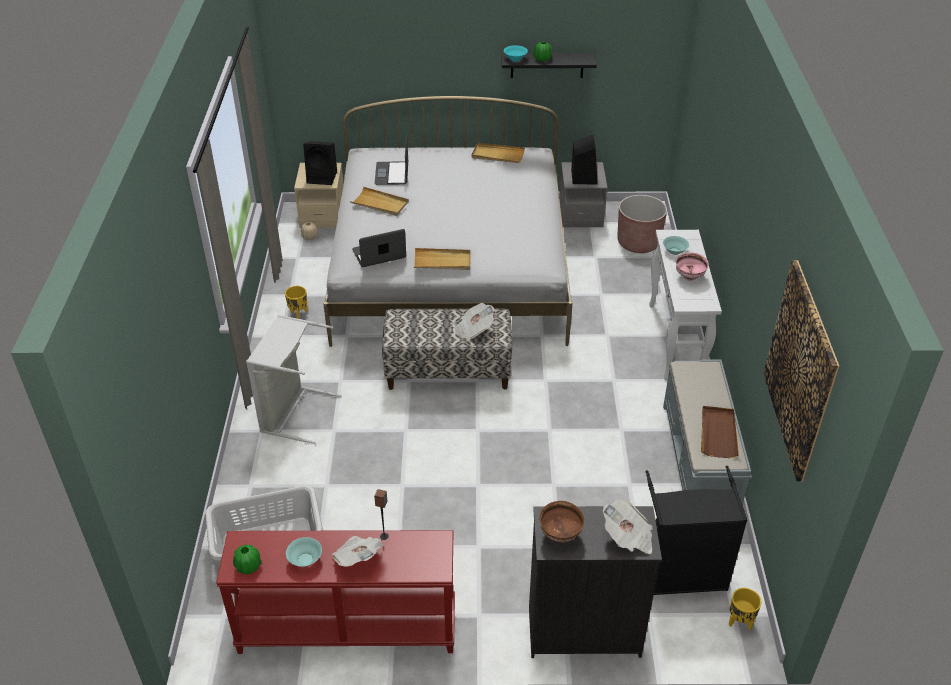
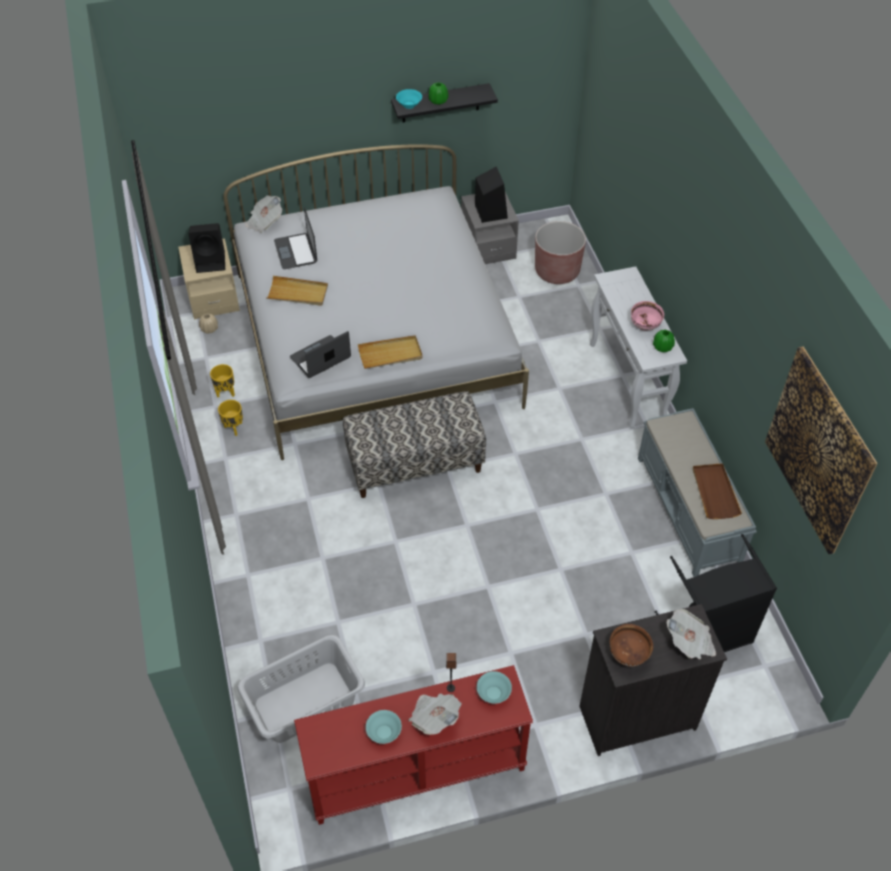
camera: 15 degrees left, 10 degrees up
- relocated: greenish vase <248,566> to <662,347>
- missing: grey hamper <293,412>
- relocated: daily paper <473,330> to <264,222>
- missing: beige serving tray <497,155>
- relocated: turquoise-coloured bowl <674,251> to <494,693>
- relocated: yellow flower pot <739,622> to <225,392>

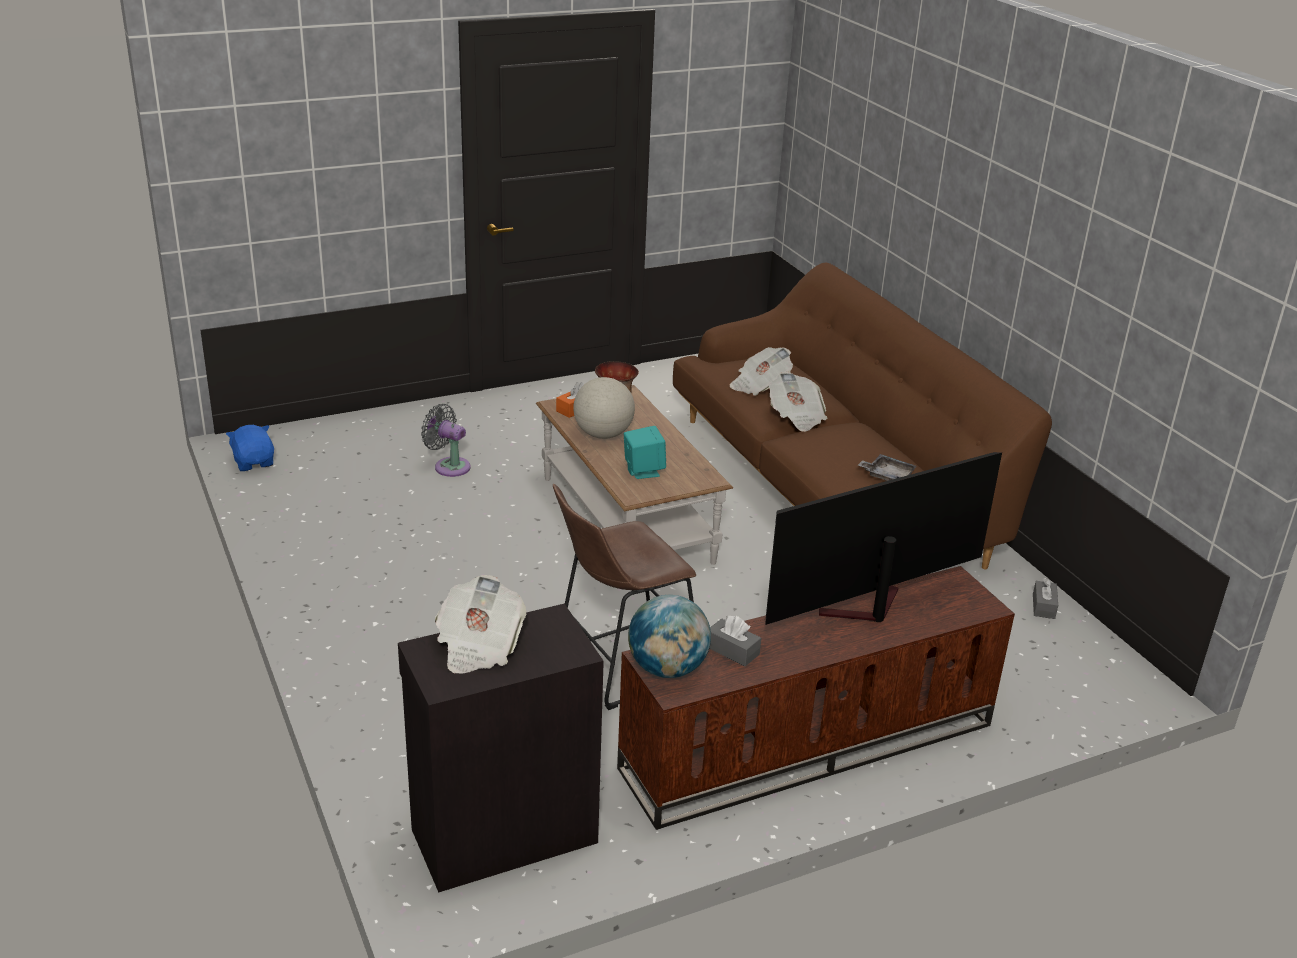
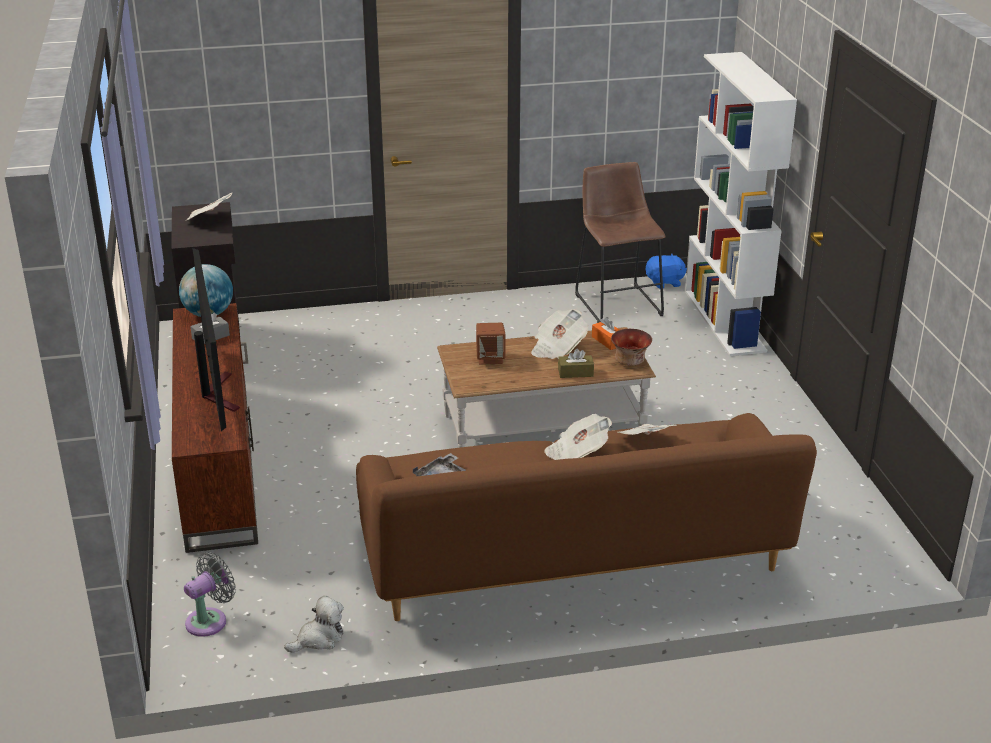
camera: 105 degrees right, 0 degrees up
- relocated: grey cooling fan <449,466> to <210,620>
- relocated: brown stool <620,666> to <617,302>
- exchanged: globe <603,434> to daily paper <557,348>
- colour: turquoise-coloured speaker <643,471> to brown speaker <490,358>
- exchanged: grey tissue box <1043,606> to cuddly toy <319,638>
- appeared: brown tissue box <575,373>
- appeared: whitish bookshelf <725,321>

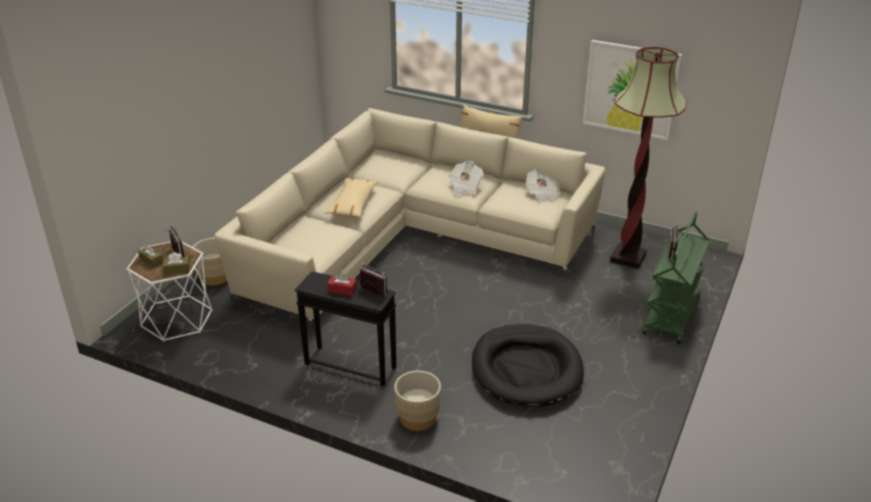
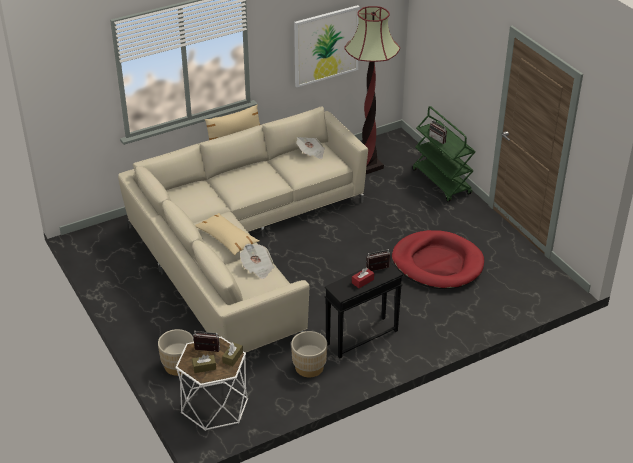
camera: 55 degrees left, 5 degrees up
- relocated: beige flower pot <417,418> to <309,367>
- relocated: daily paper <464,187> to <257,268>
- colour: black pet bed <526,369> to reddish pet bed <437,263>

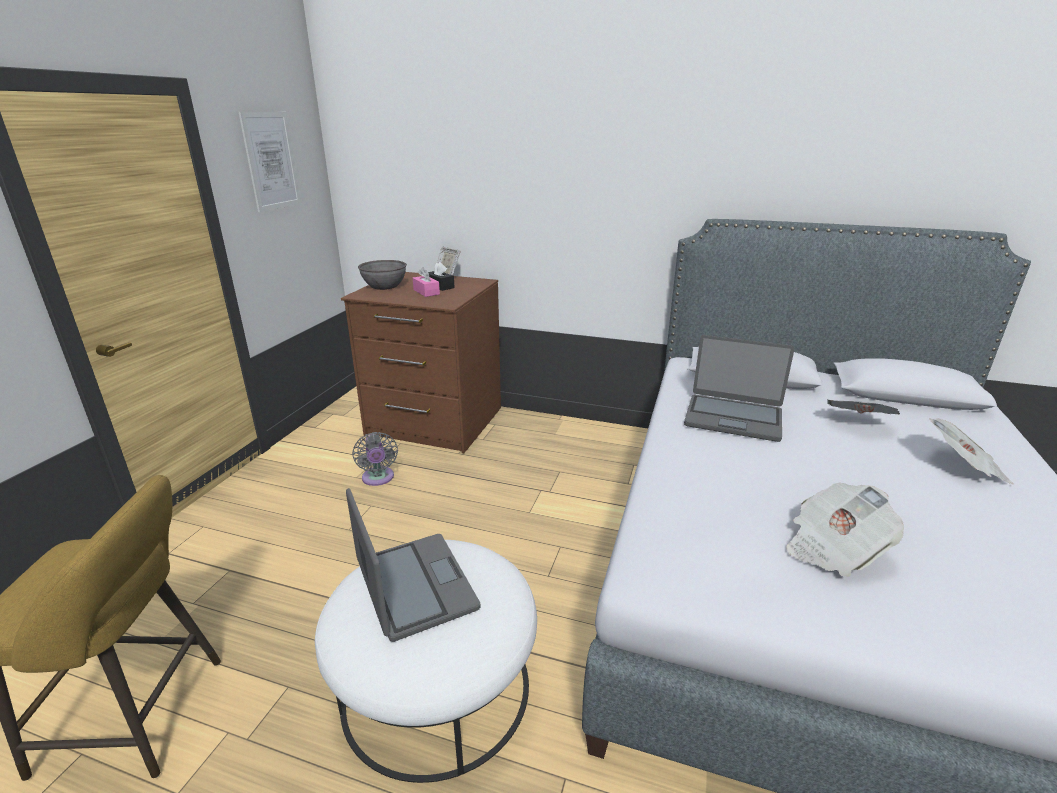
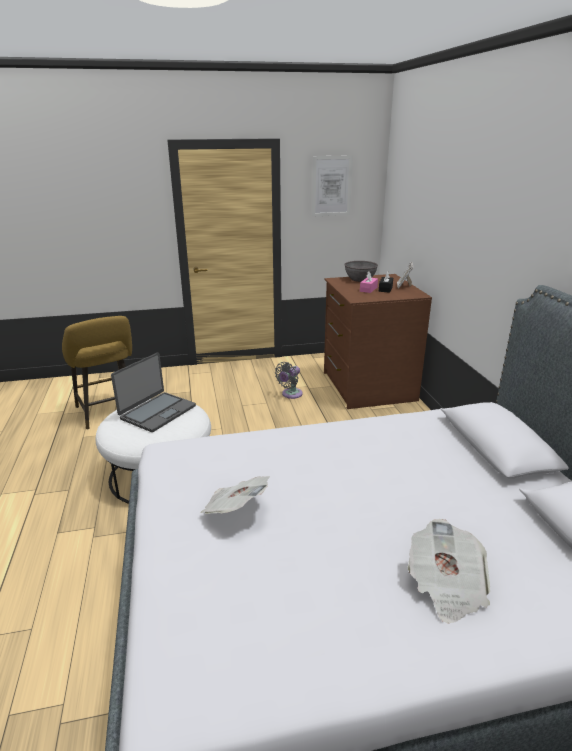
camera: 60 degrees right, 0 degrees up
- missing: notebook computer <733,418>
- missing: daily paper <857,423>

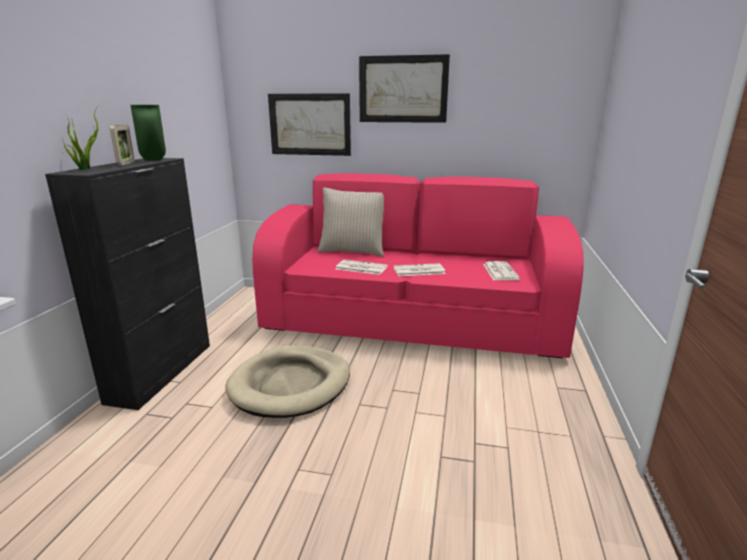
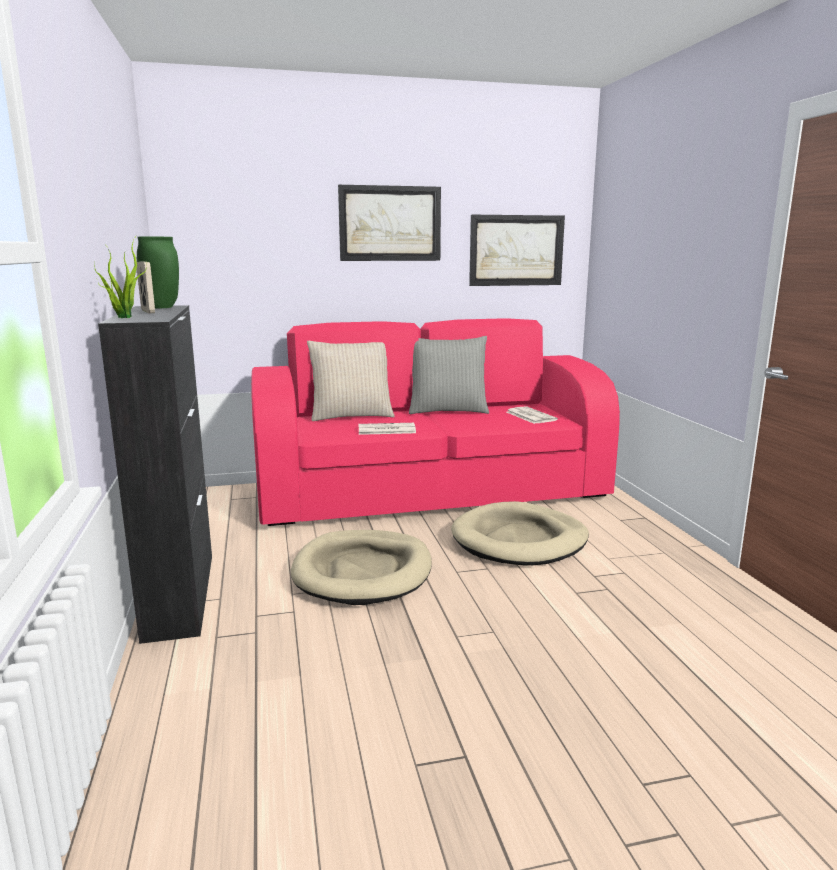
camera: 25 degrees left, 5 degrees down
- relocated: picture <310,124> to <516,250>
- missing: daily paper <418,271>
- appeared: grey pillow <447,411>
- appeared: beige pet bed <519,540>

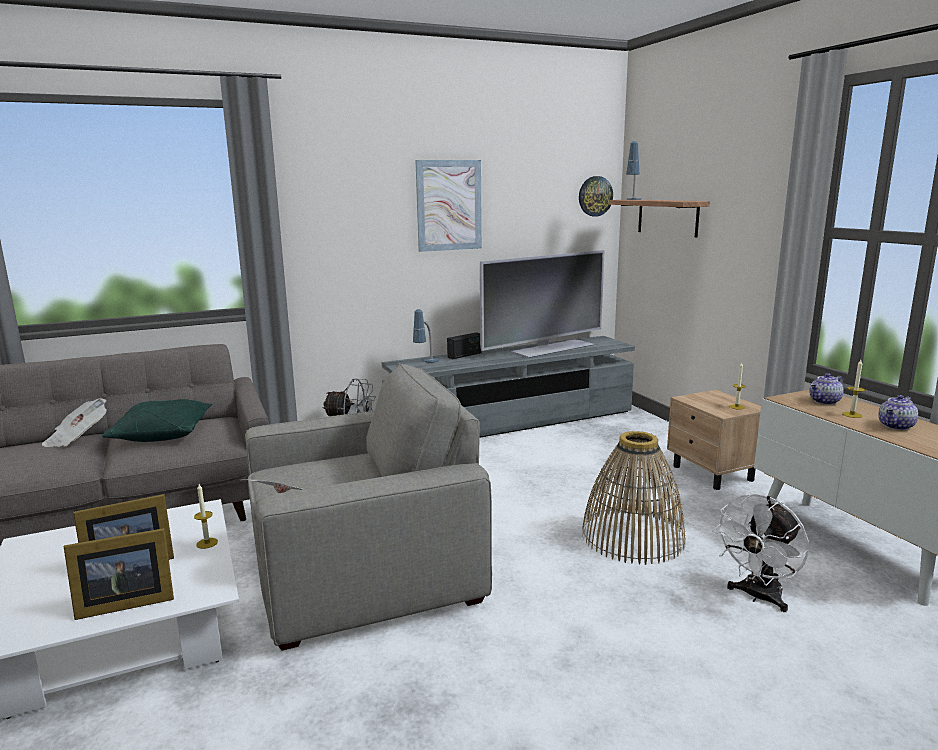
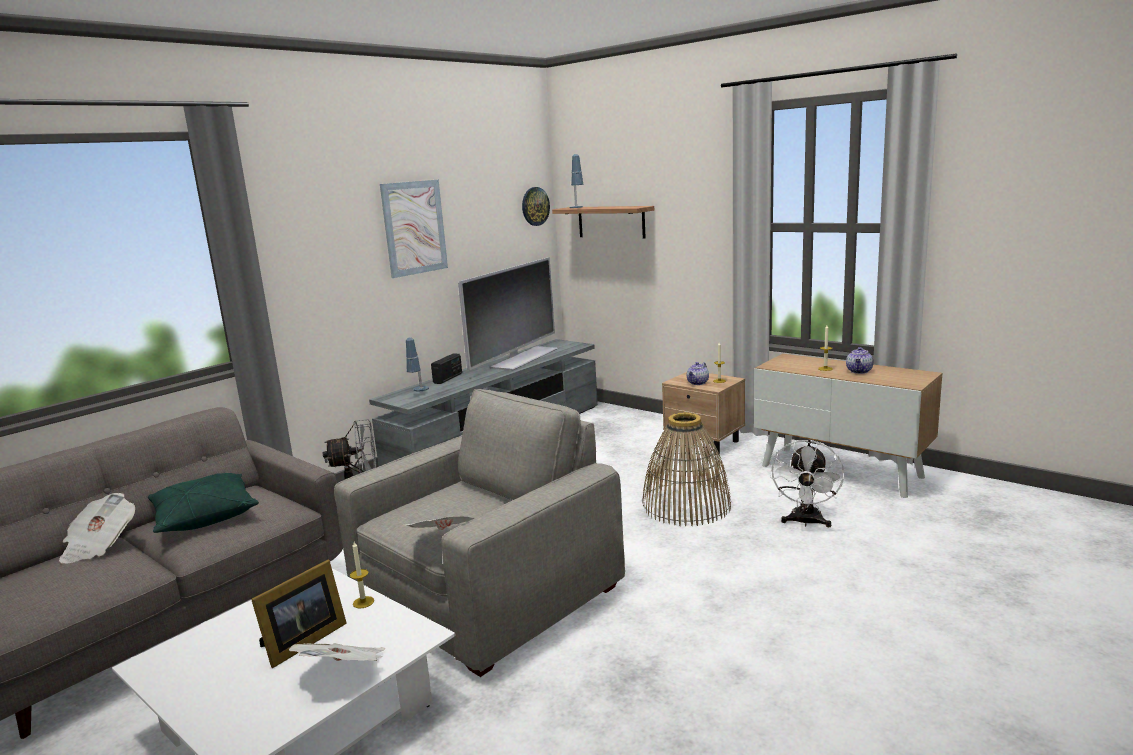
camera: 25 degrees left, 0 degrees up
- exchanged: standing frame <123,603> to daily paper <345,672>
- relocated: tea pot <825,401> to <698,383>

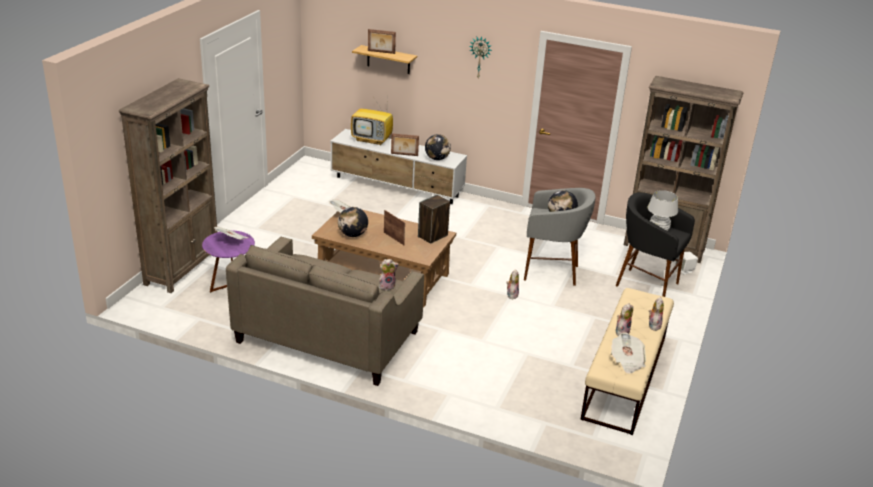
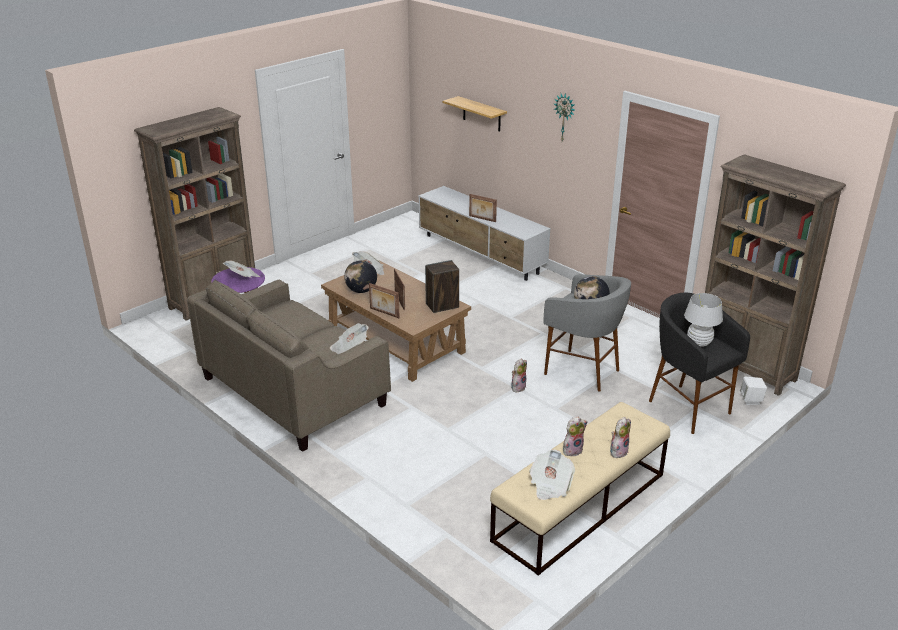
camera: 25 degrees right, 0 degrees up
- missing: TV set <372,140>
- relocated: standing frame <381,52> to <384,313>
- exchanged: cuddly toy <387,286> to daily paper <349,348>
- missing: globe <437,159>

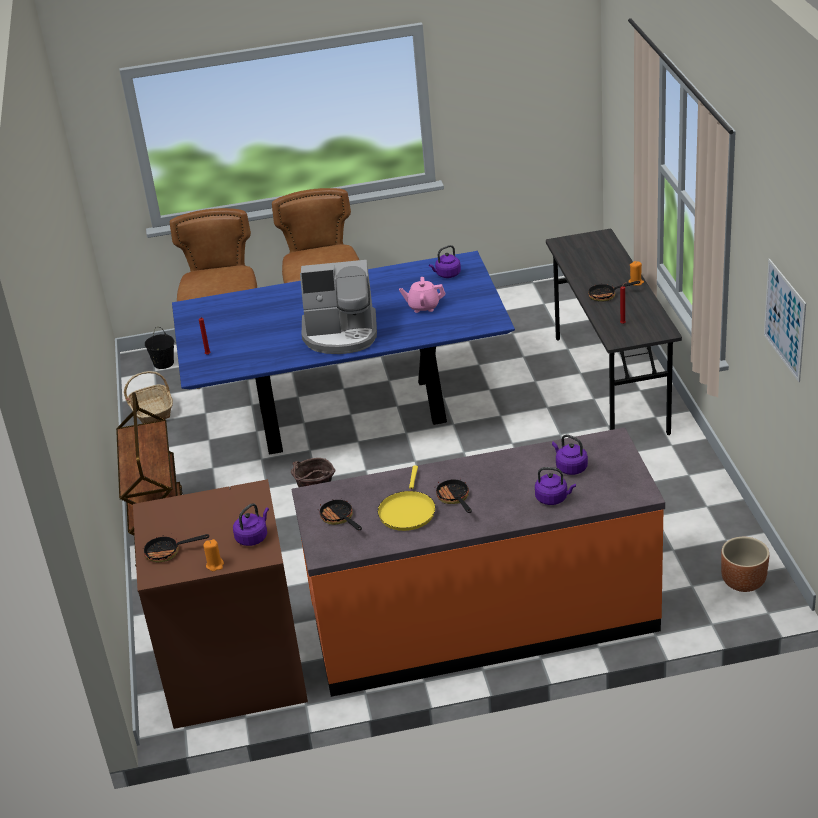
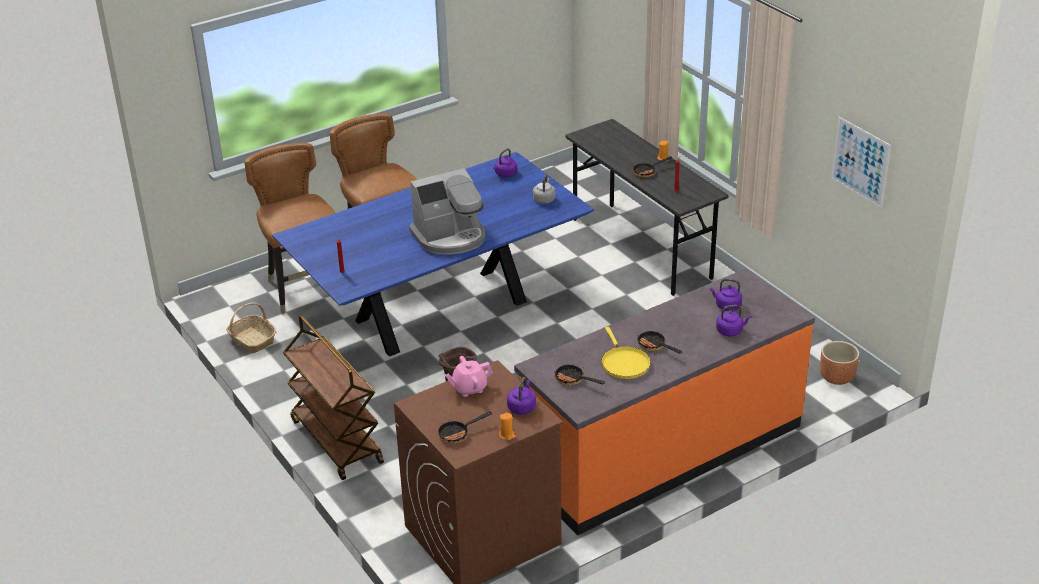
camera: 25 degrees left, 0 degrees up
- missing: black bucket <163,363>
- relocated: pinkish tea pot <423,307> to <469,388>
- appeared: grey kettle <544,199>

